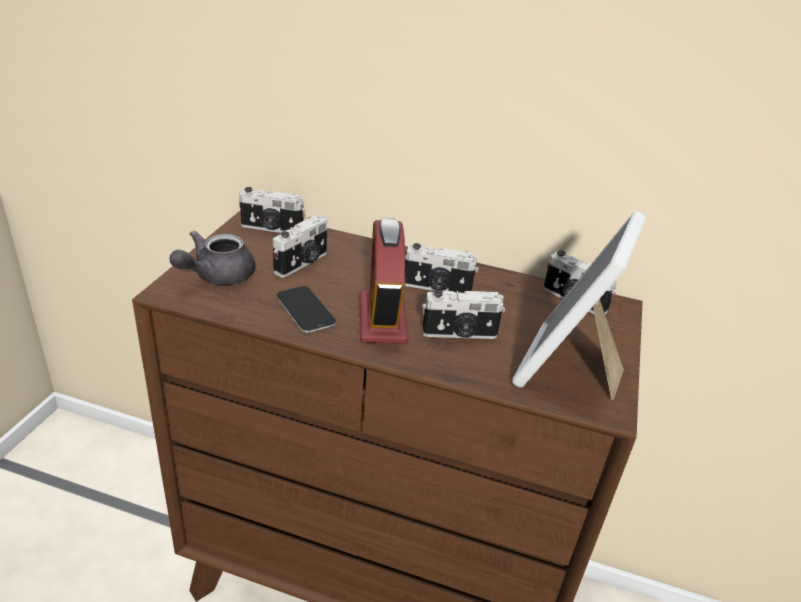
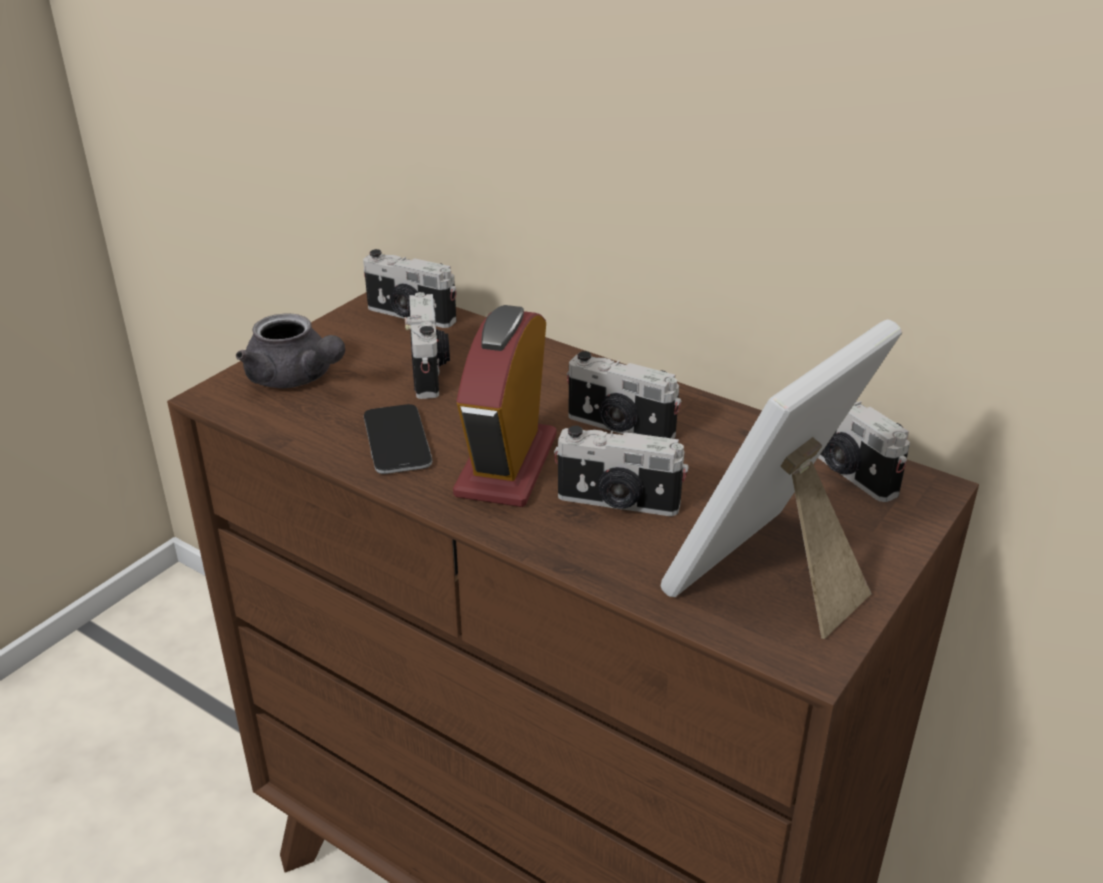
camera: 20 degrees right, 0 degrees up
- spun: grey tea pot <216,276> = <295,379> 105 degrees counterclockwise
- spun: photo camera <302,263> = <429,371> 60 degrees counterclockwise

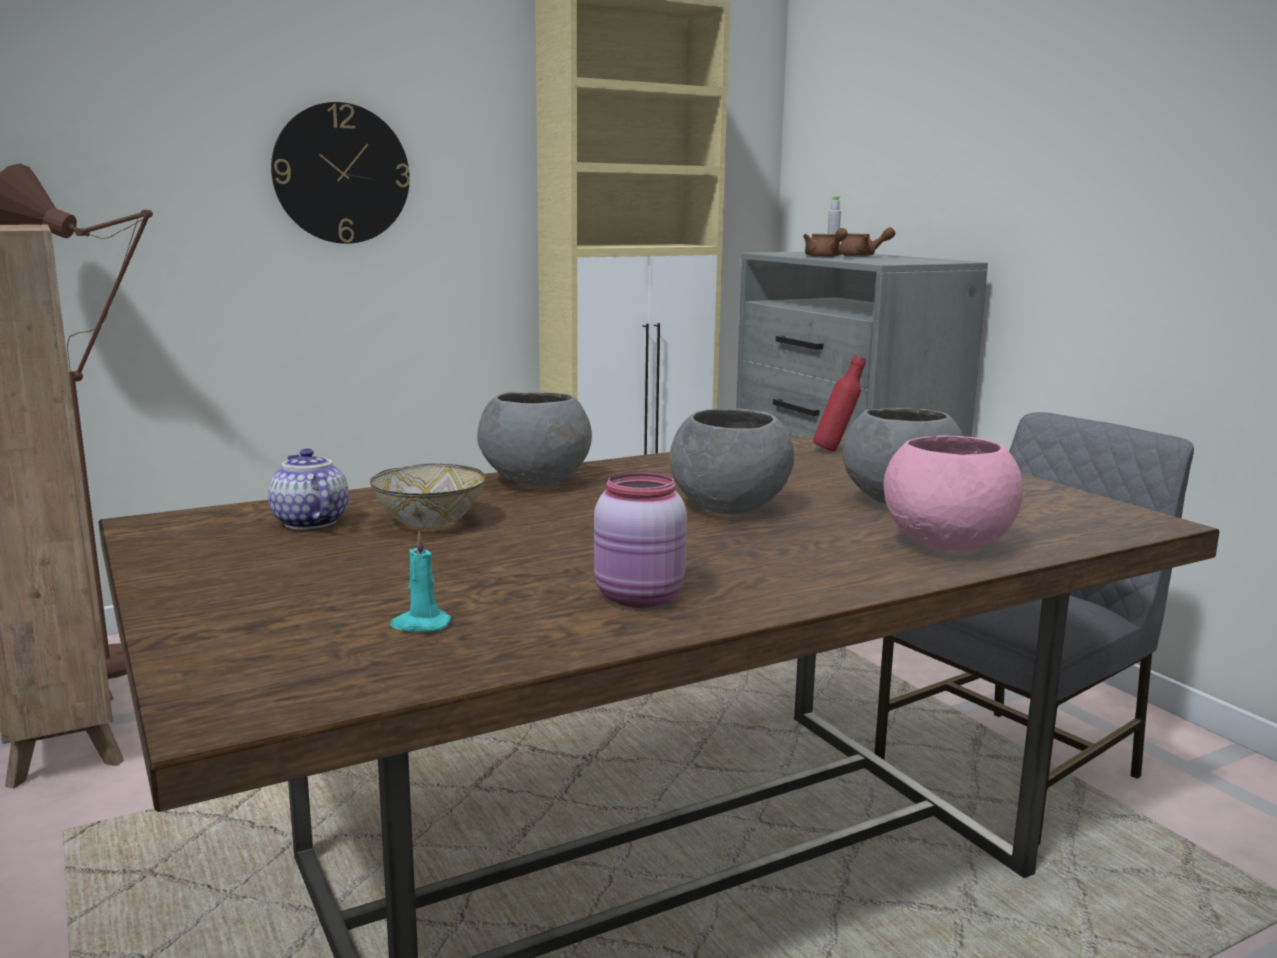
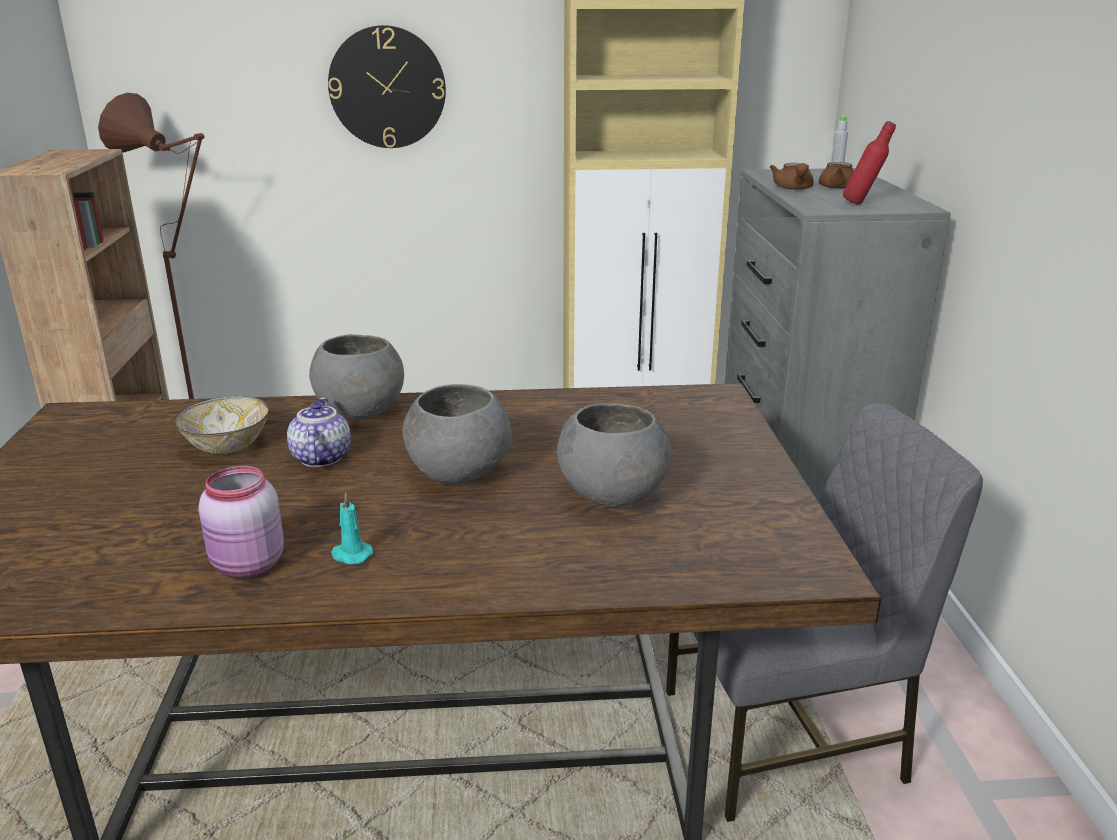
camera: 25 degrees right, 10 degrees up
- relocated: tea pot <308,522> to <320,458>
- relocated: turquoise-coloured wax candle <420,624> to <350,555>
- relocated: reddish drink bottle <836,450> to <862,204>
- missing: pinkish bowl <946,546>

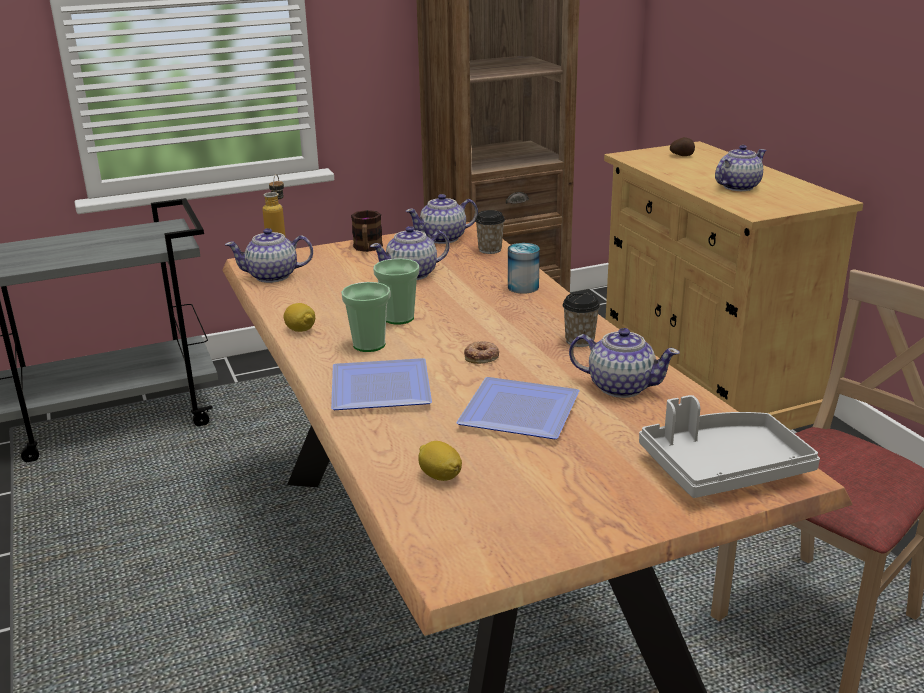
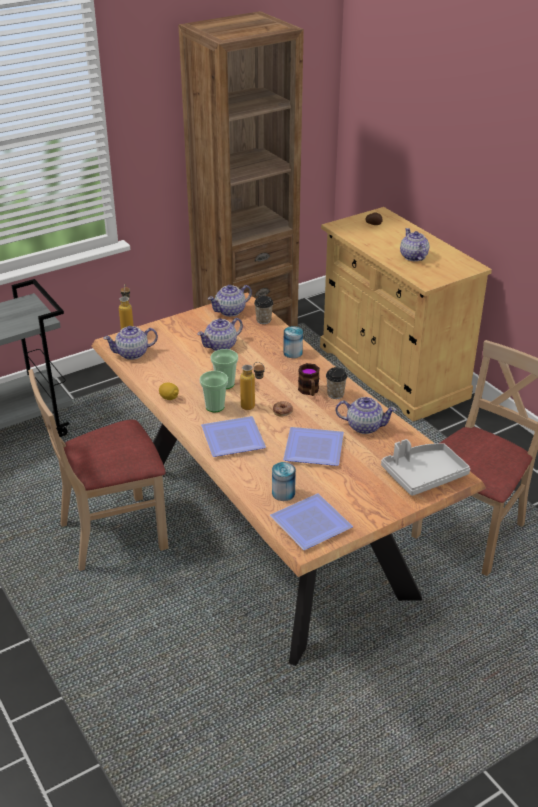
camera: 10 degrees left, 10 degrees up
- relocated: tea mug <367,248> to <309,391>
- exchanged: citrus fruit <440,476> to metal can <283,493>
- spun: tea pot <737,187> = <413,257> 60 degrees counterclockwise
- appeared: beige upright chair <113,534>
- appeared: drink bottle <253,408>
- appeared: dinner plate <308,524>

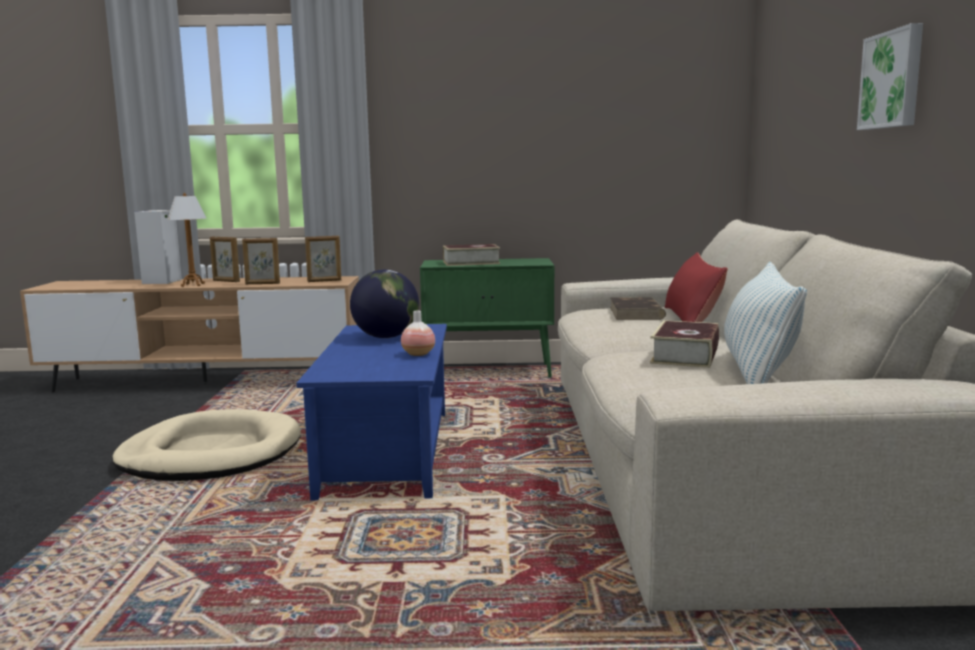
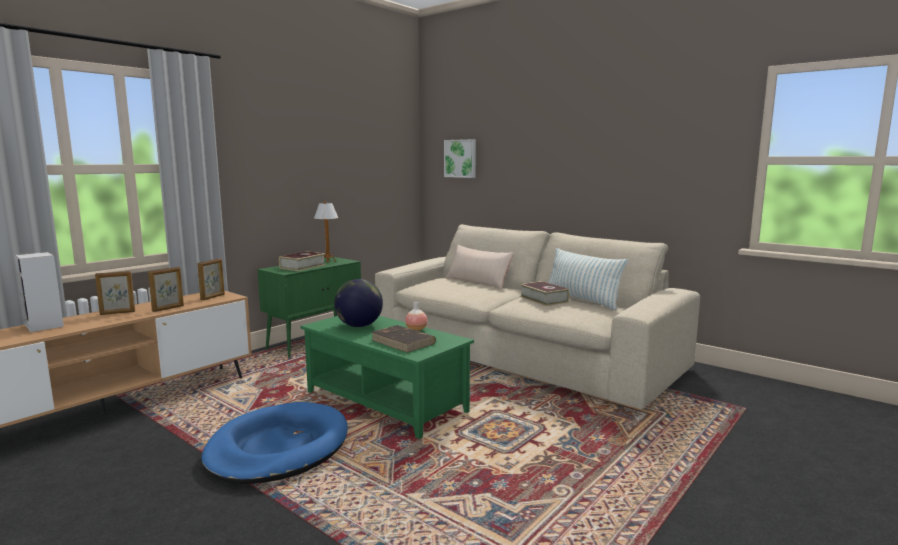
camera: 50 degrees left, 0 degrees up
- colour: beige pet bed <211,454> to blue-coloured pet bed <278,448>
- relocated: lamp for a table <193,285> to <328,261>
- colour: blue-coloured lounge table <389,453> to greenish lounge table <386,402>
- relocated: brown bound book <636,313> to <403,342>
- colour: reddish pillow <692,319> to beige pillow <478,282>
- relocated: picture <893,80> to <461,158>

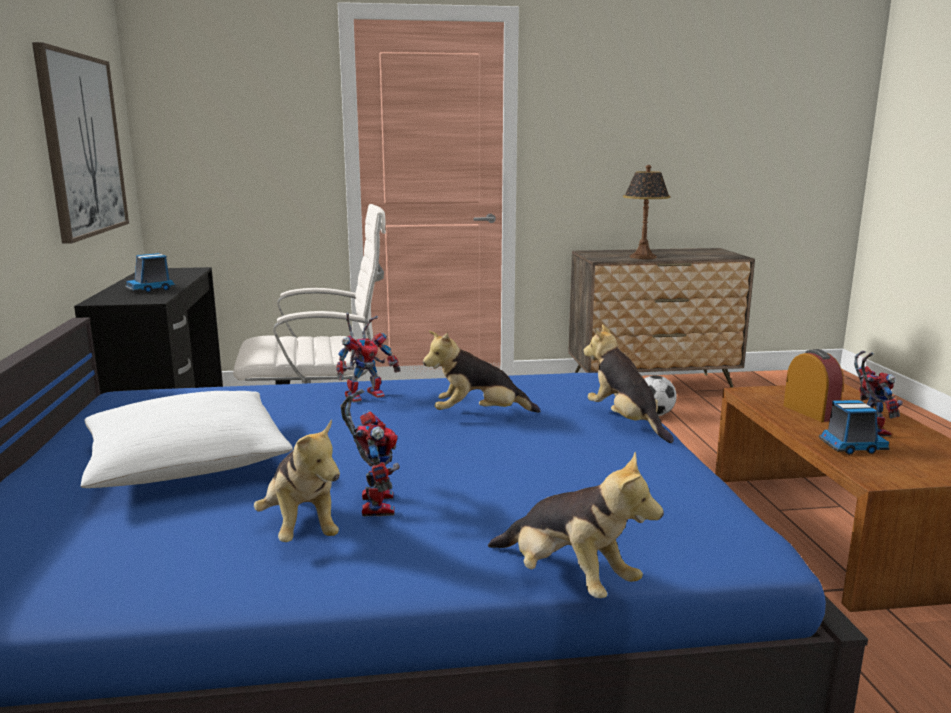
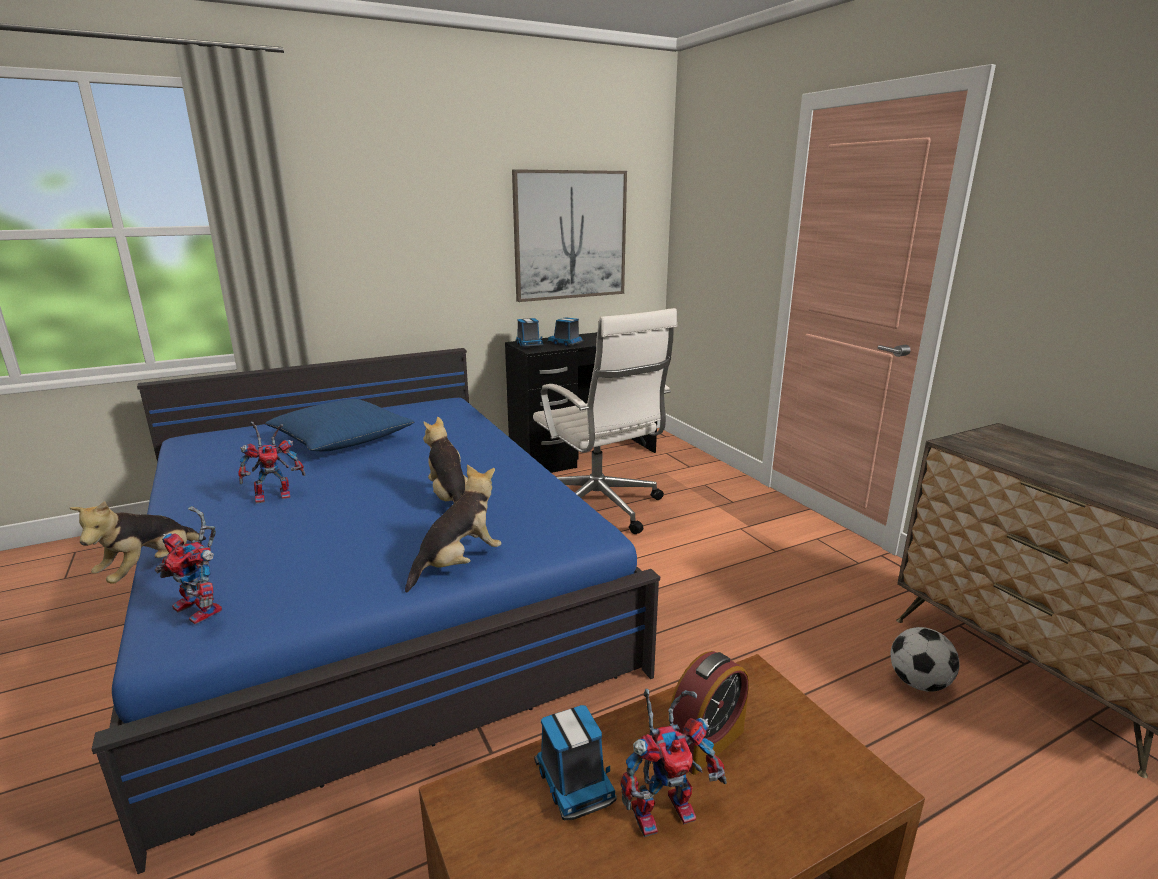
camera: 70 degrees right, 5 degrees up
- colour: whitish pillow <186,462> to blue-coloured pillow <342,440>
- missing: cuddly toy <301,528>
- relocated: toy robot <366,395> to <204,609>
- missing: lamp for a table <643,257>
- appeared: toy truck <529,344>

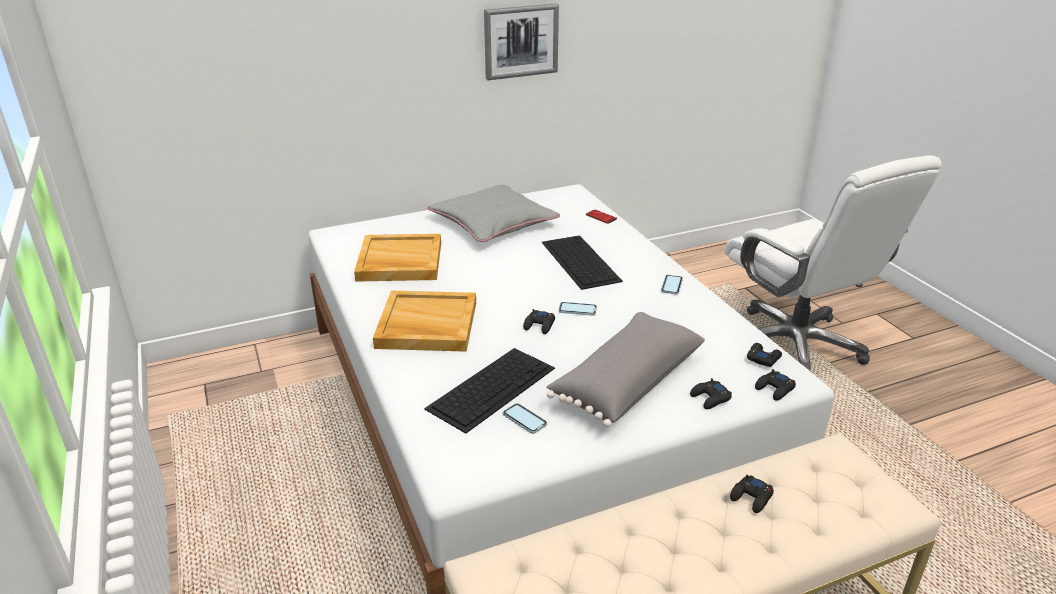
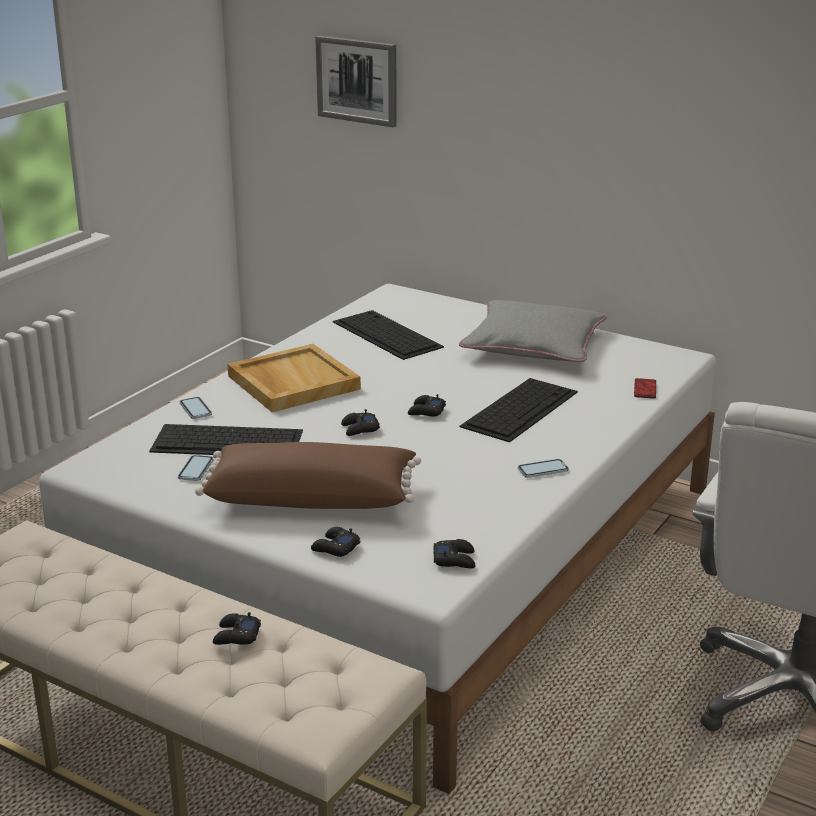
camera: 55 degrees right, 5 degrees down
- exchanged: beige serving tray <399,261> to PC keyboard <385,334>
- relocated: picture <520,41> to <357,80>
- colour: grey pillow <625,382> to brown pillow <312,497>
- relocated: phone <577,310> to <195,409>
- relocated: black gamepad <775,389> to <426,411>

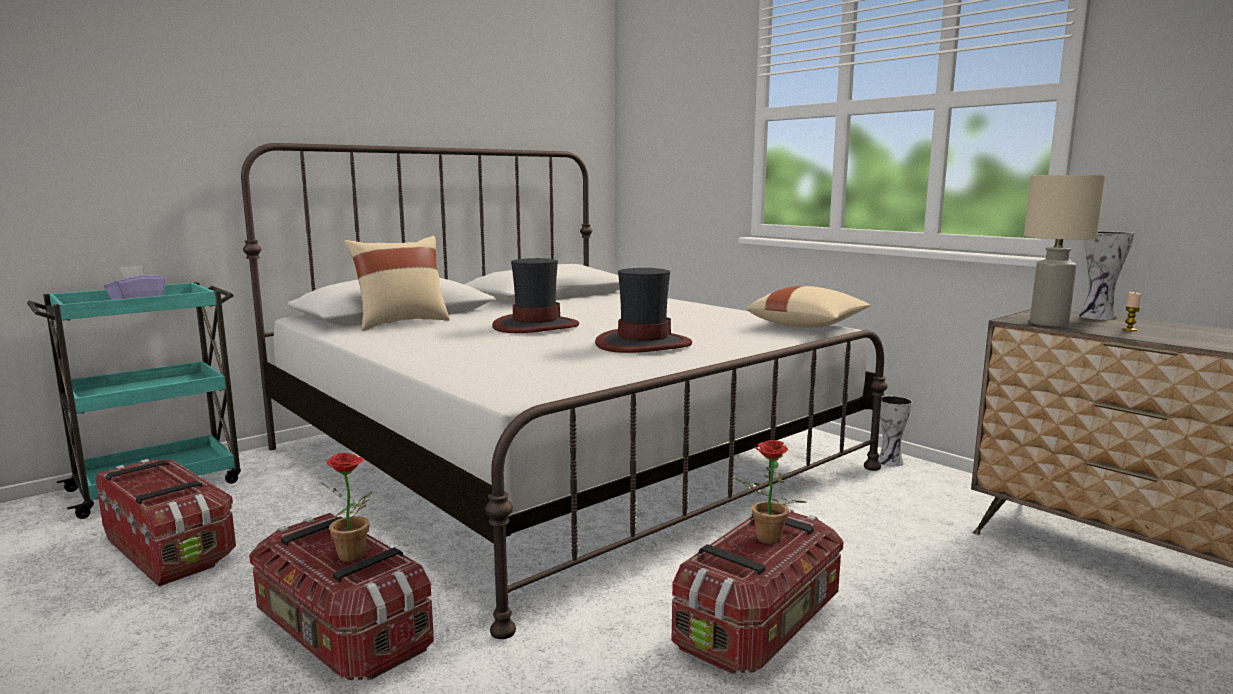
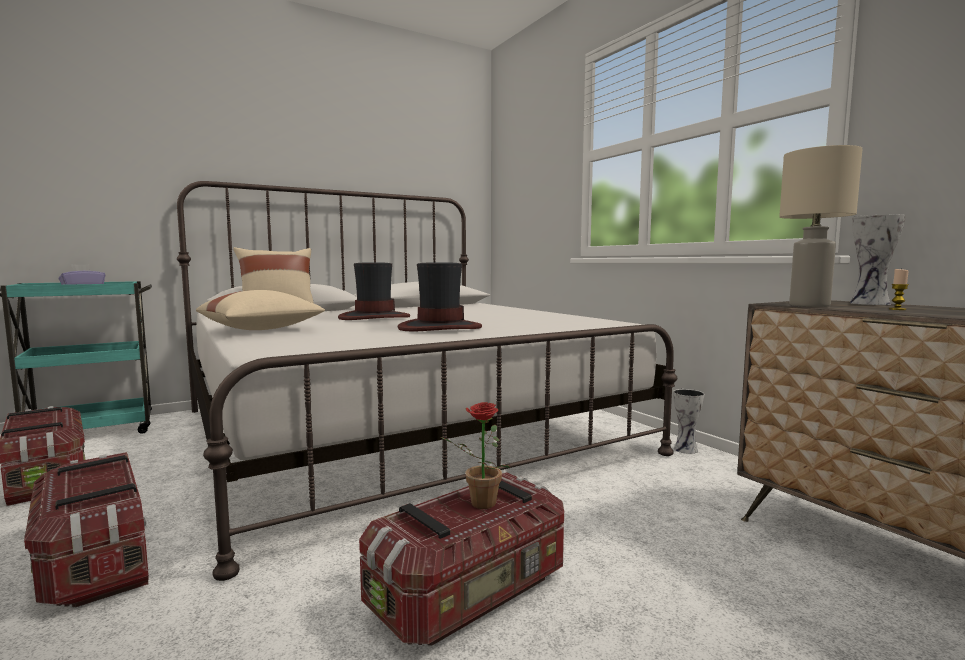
camera: 10 degrees right, 5 degrees down
- missing: plant in a pot <355,557>
- relocated: beige pillow <808,326> to <262,329>

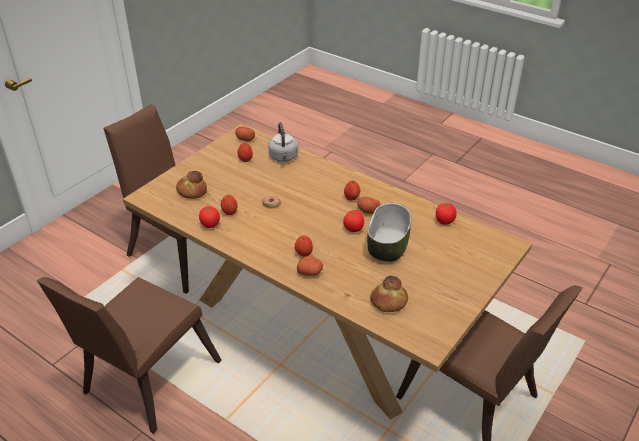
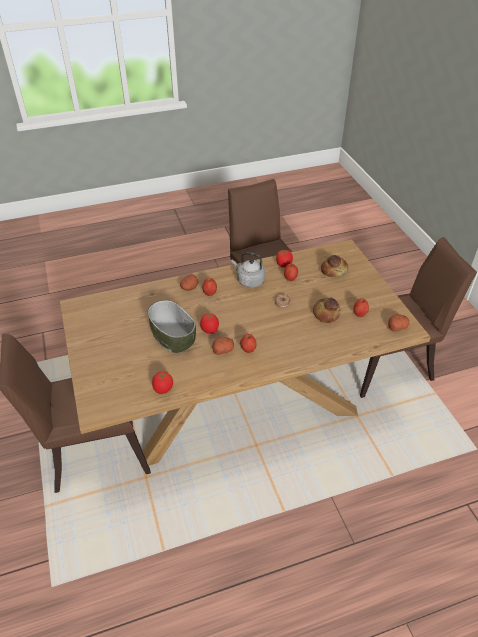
camera: 125 degrees right, 5 degrees up
- relocated: grey kettle <284,157> to <249,281>
- relocated: baked bread <388,301> to <326,314>

